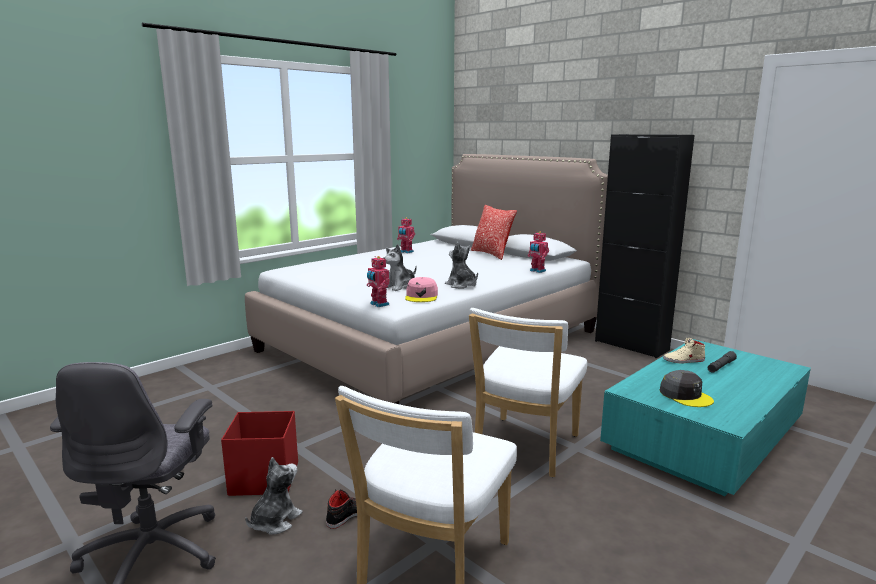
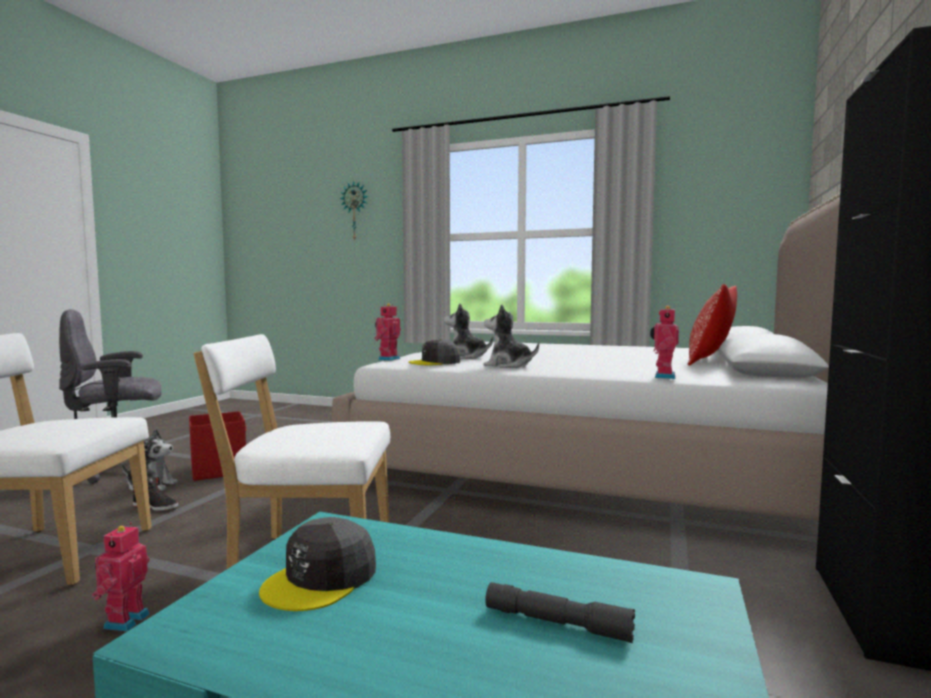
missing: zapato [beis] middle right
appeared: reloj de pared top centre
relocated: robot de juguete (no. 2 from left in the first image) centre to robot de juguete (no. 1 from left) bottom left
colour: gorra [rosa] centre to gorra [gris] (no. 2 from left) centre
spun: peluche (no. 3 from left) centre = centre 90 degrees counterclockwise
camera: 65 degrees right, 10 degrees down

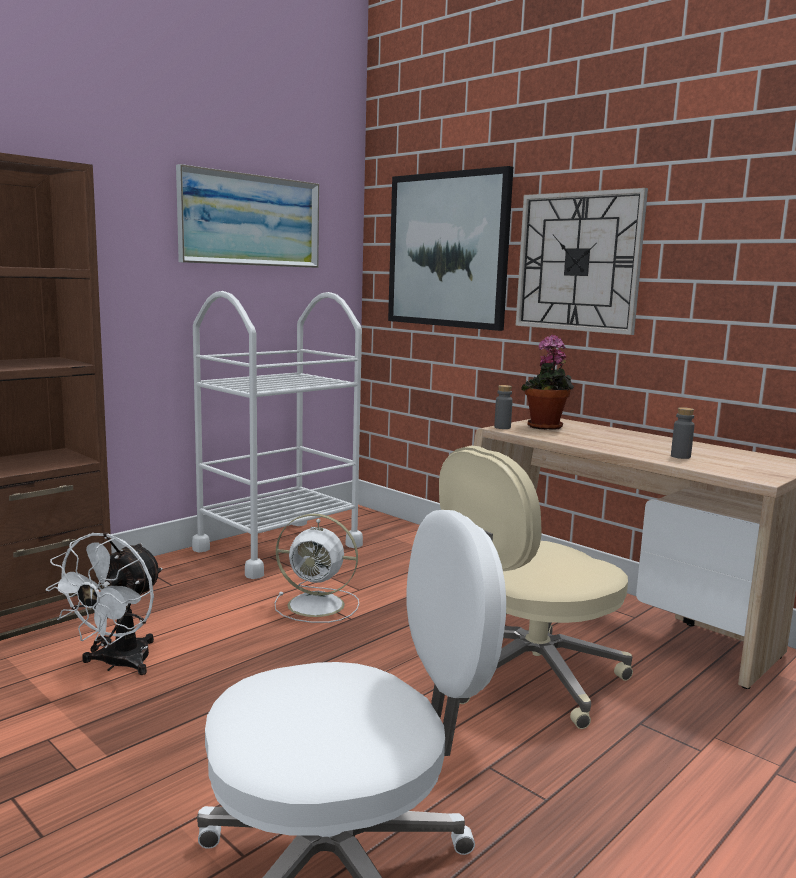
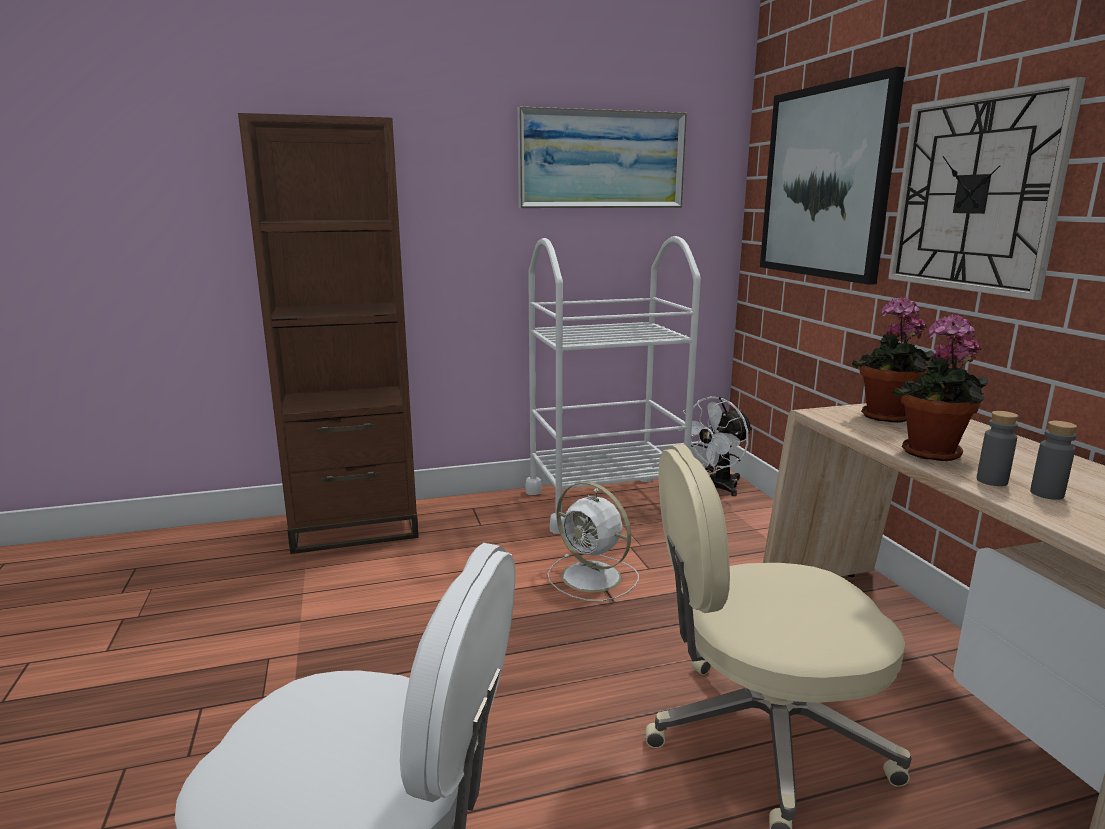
appeared: planta en maceta (no. 2 from left) middle right
relocated: botella [gris] (no. 1 from left) centre to middle right; ventilador [blanco] (no. 1 from left in the first image) bottom left to ventilador [blanco] (no. 2 from left) centre
camera: 30 degrees right, 5 degrees up

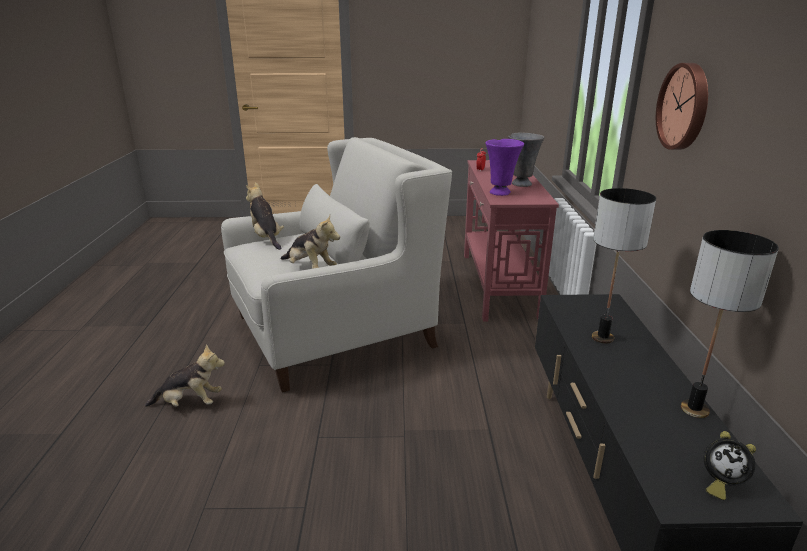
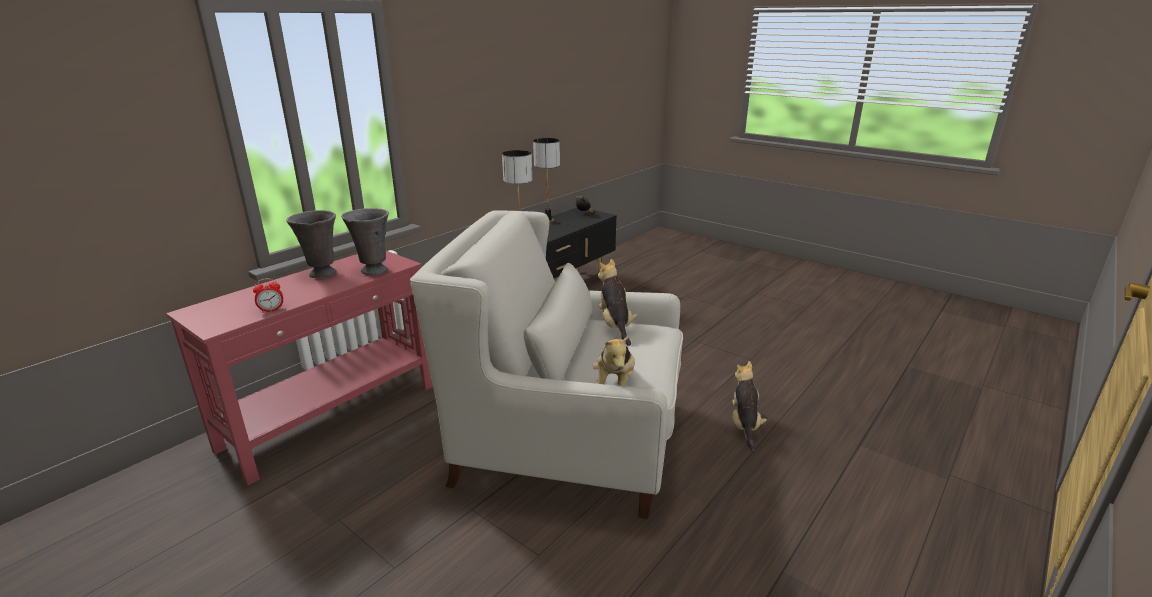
missing: reloj de pared top right
colour: florero [morado] top centre to florero [gris] (no. 2 from left) middle left
spun: peluche (no. 1 from left in the first image) bottom left = bottom centre 60 degrees clockwise
camera: 140 degrees left, 0 degrees up

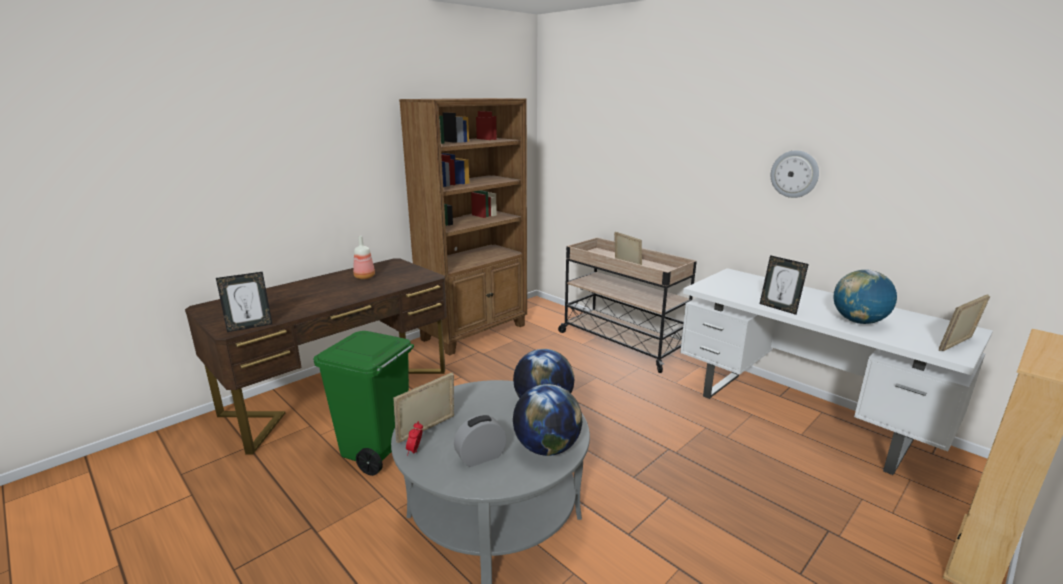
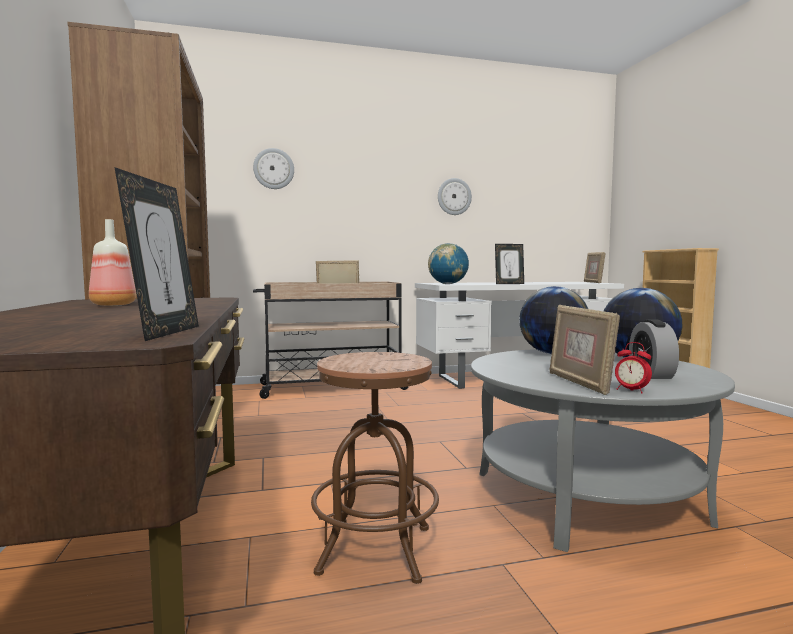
appeared: reloj de pared (no. 1 from left) top centre
relocated: globo terráqueo (no. 3 from left in the first image) middle right to globo terráqueo (no. 1 from left) centre
exchanged: papelera [verde] bottom centre to taburete [marrón] bottom centre
camera: 60 degrees left, 15 degrees down

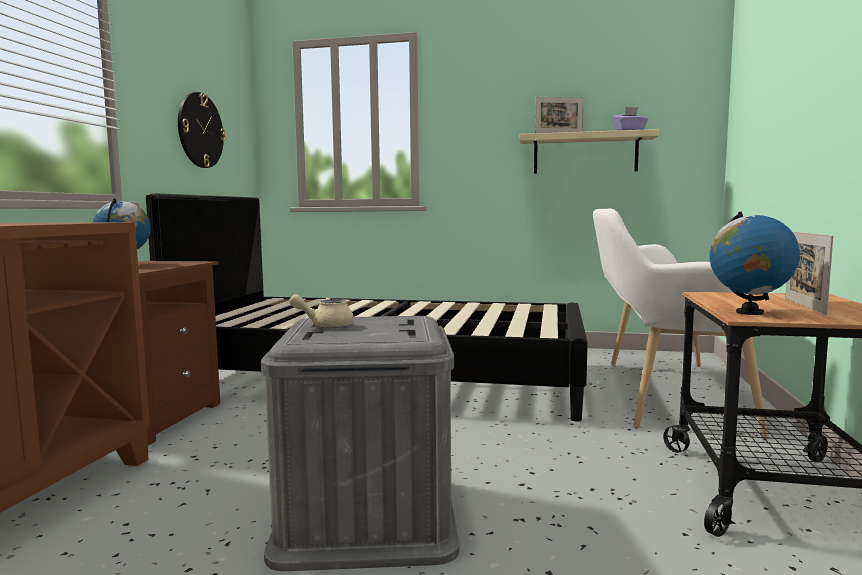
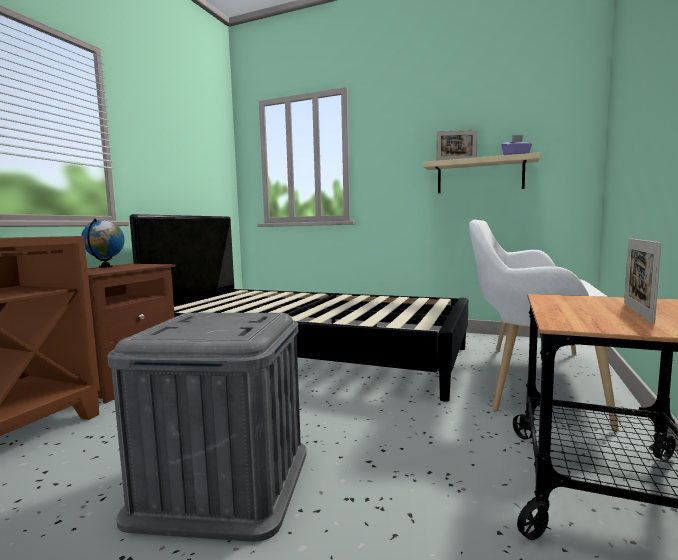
missing: reloj de pared top left; globo terráqueo (no. 2 from left) middle right; tetera [beis] centre
camera: 10 degrees right, 0 degrees up

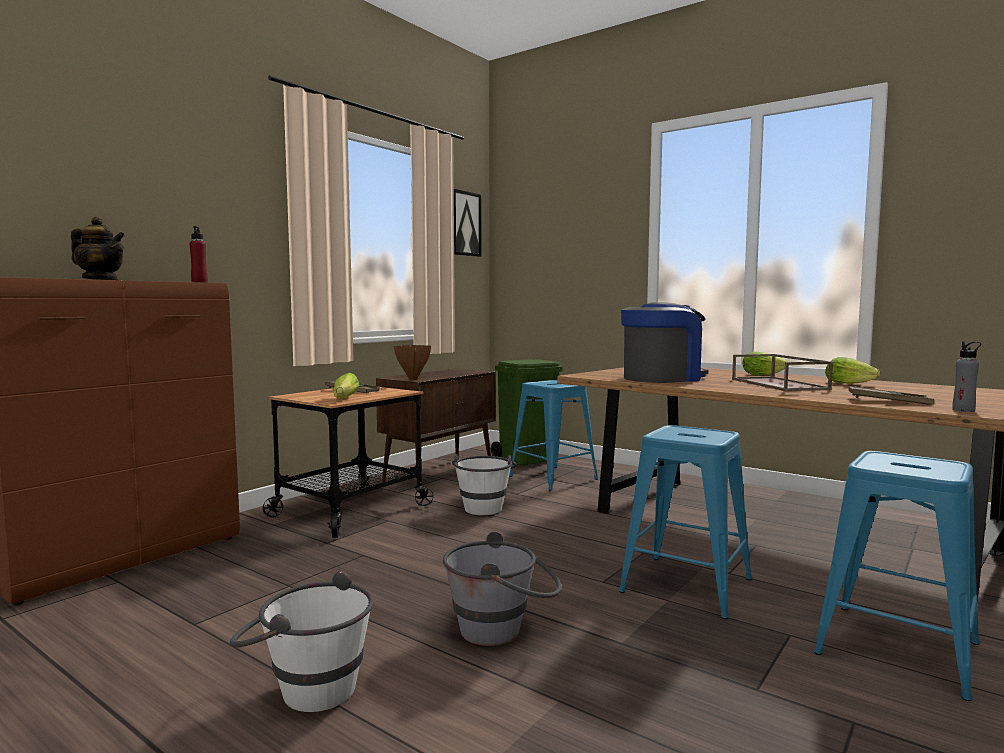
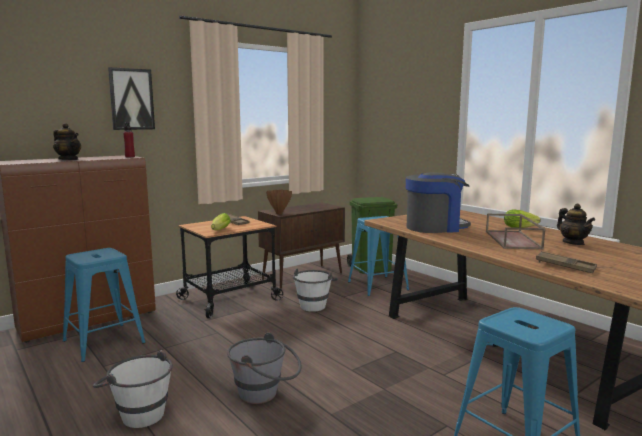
missing: botella [gris] middle right
relocated: cuadro top centre to top left; taburete [azul] (no. 2 from left in the first image) bottom right to taburete [azul] (no. 1 from left) bottom left
exchanged: lechuga (no. 3 from left) middle right to tetera (no. 2 from left) middle right
camera: 15 degrees right, 5 degrees up

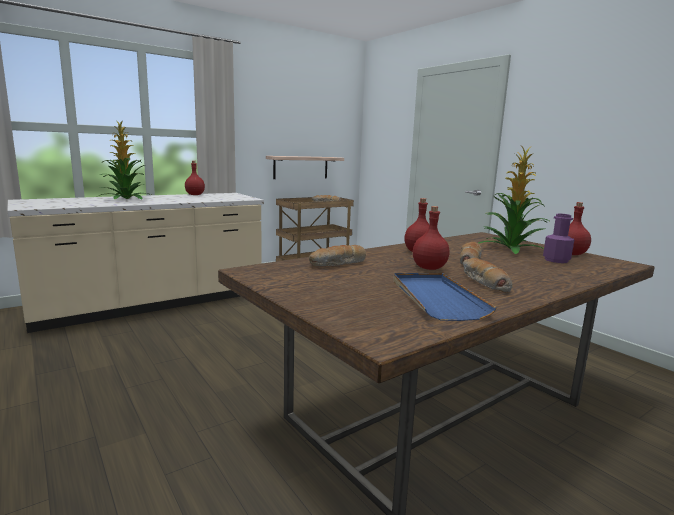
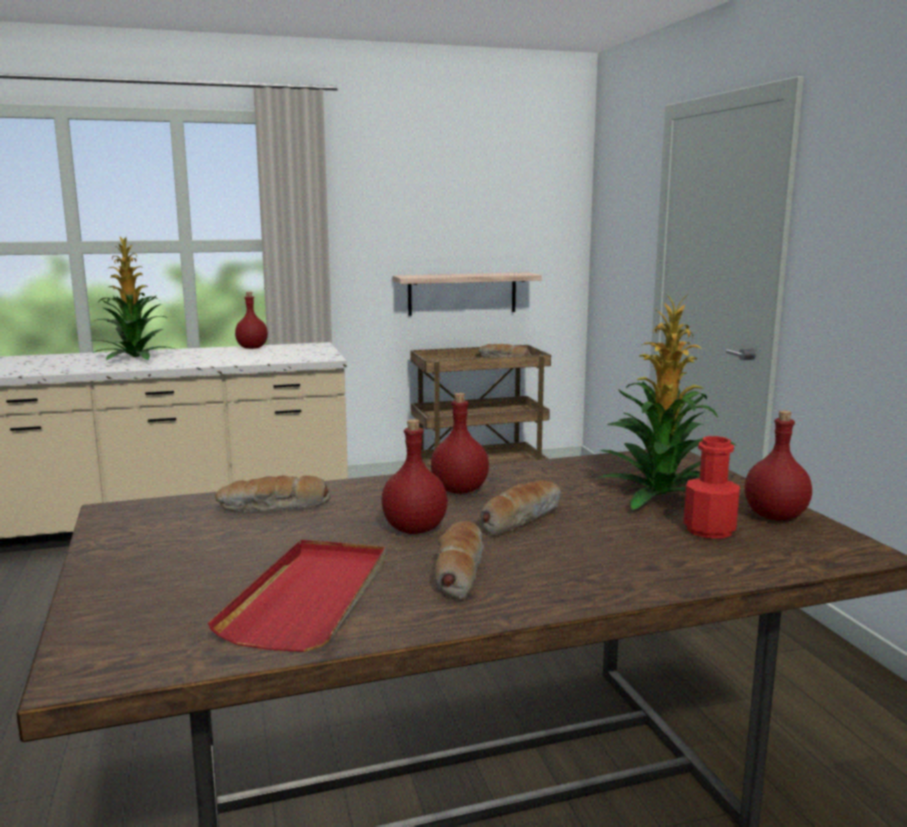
colour: botella [morado] middle right to botella [rojo] (no. 4 from left) middle right; bandeja [azul] centre to bandeja [rojo] bottom left
camera: 20 degrees right, 0 degrees up

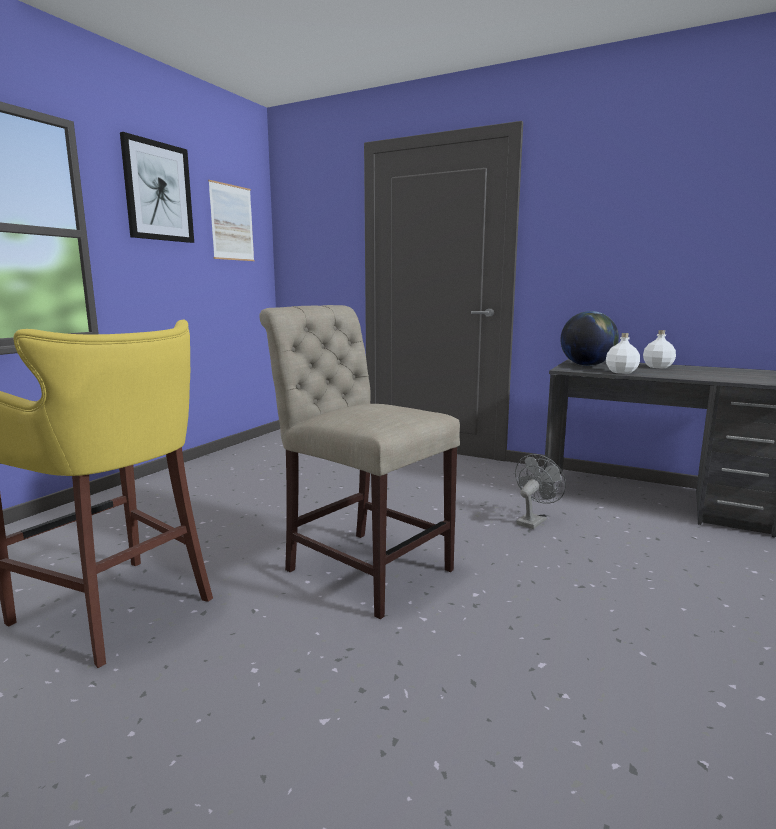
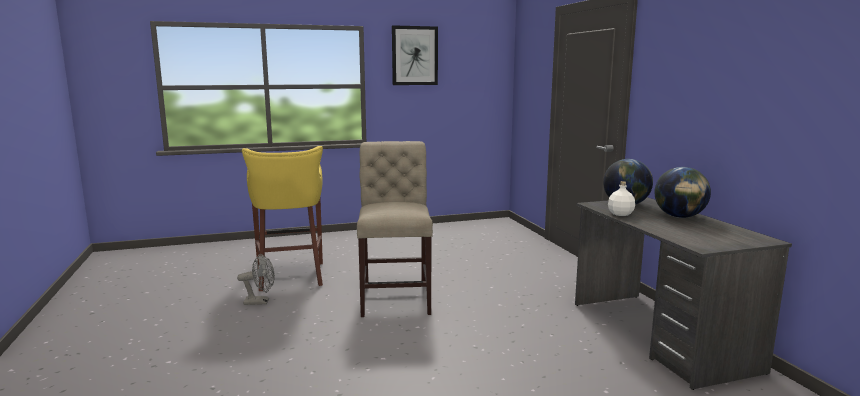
missing: cuadro (no. 2 from left) top left
relocated: ventilador [gris] middle right to bottom left
exchanged: botella [blanco] (no. 2 from left) middle right to globo terráqueo (no. 2 from left) middle right
camera: 45 degrees right, 0 degrees up

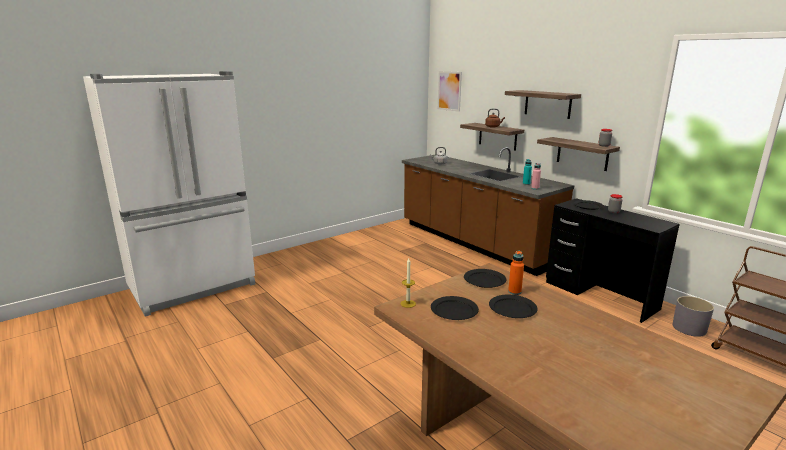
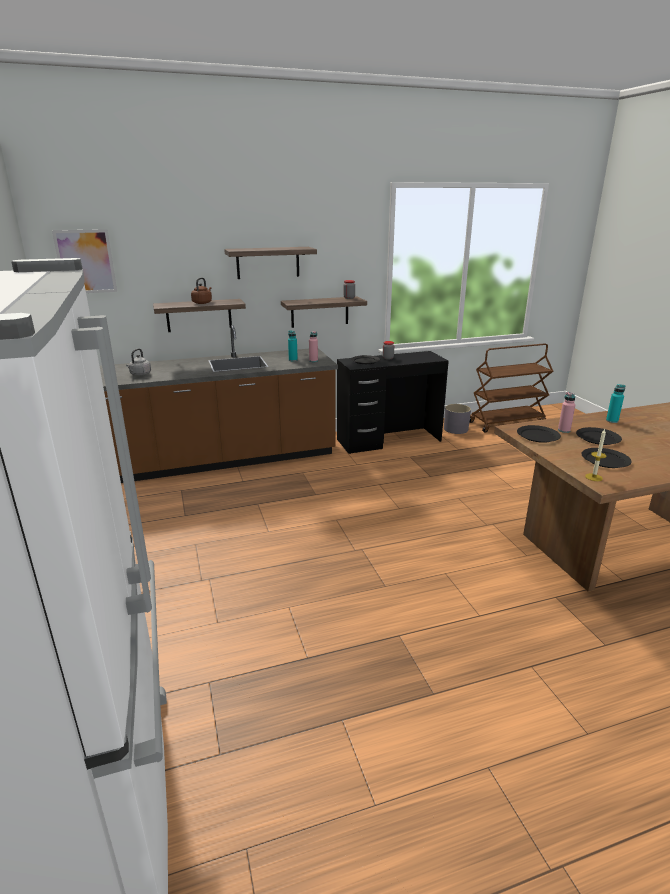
appeared: botella [turquesa] (no. 2 from left) middle right
colour: botella [naranja] centre to botella [rosa] (no. 2 from left) middle right
camera: 70 degrees left, 5 degrees up

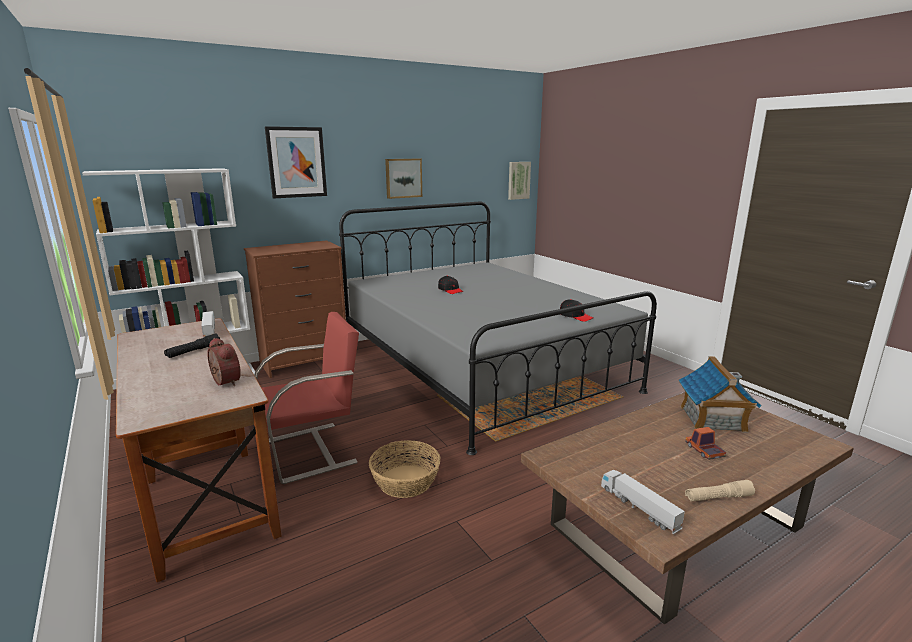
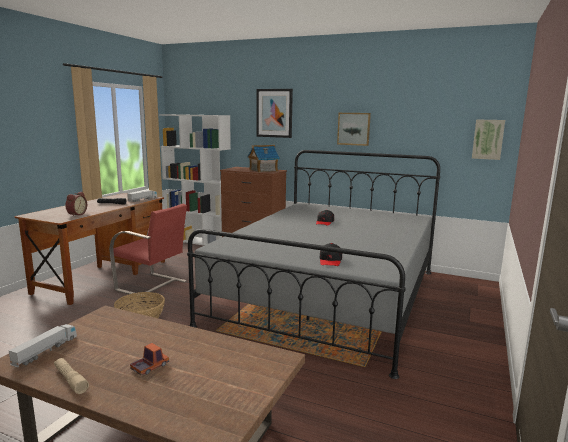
relocated: casita middle right to centre
camera: 55 degrees right, 5 degrees down

